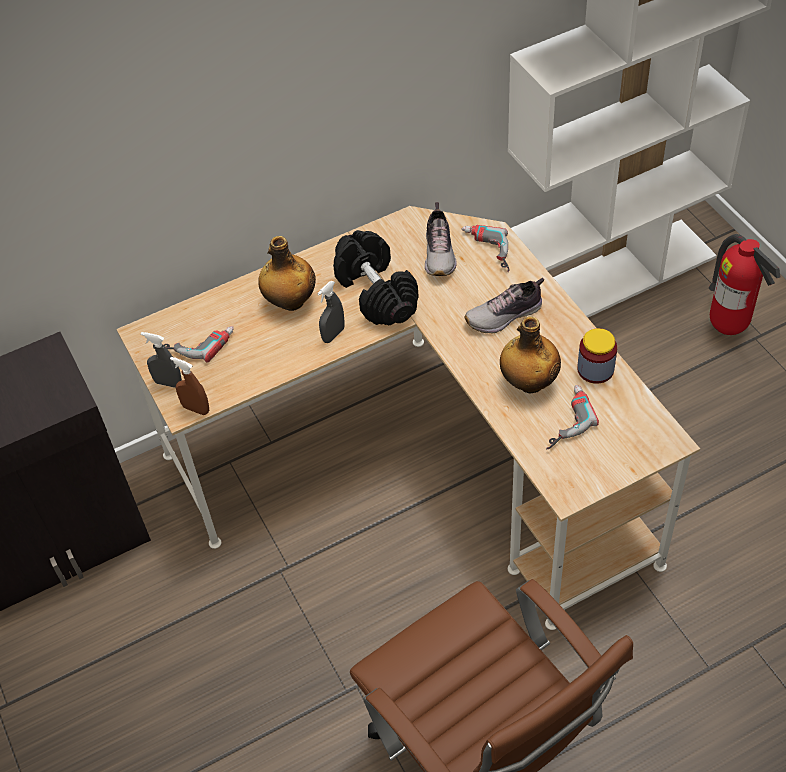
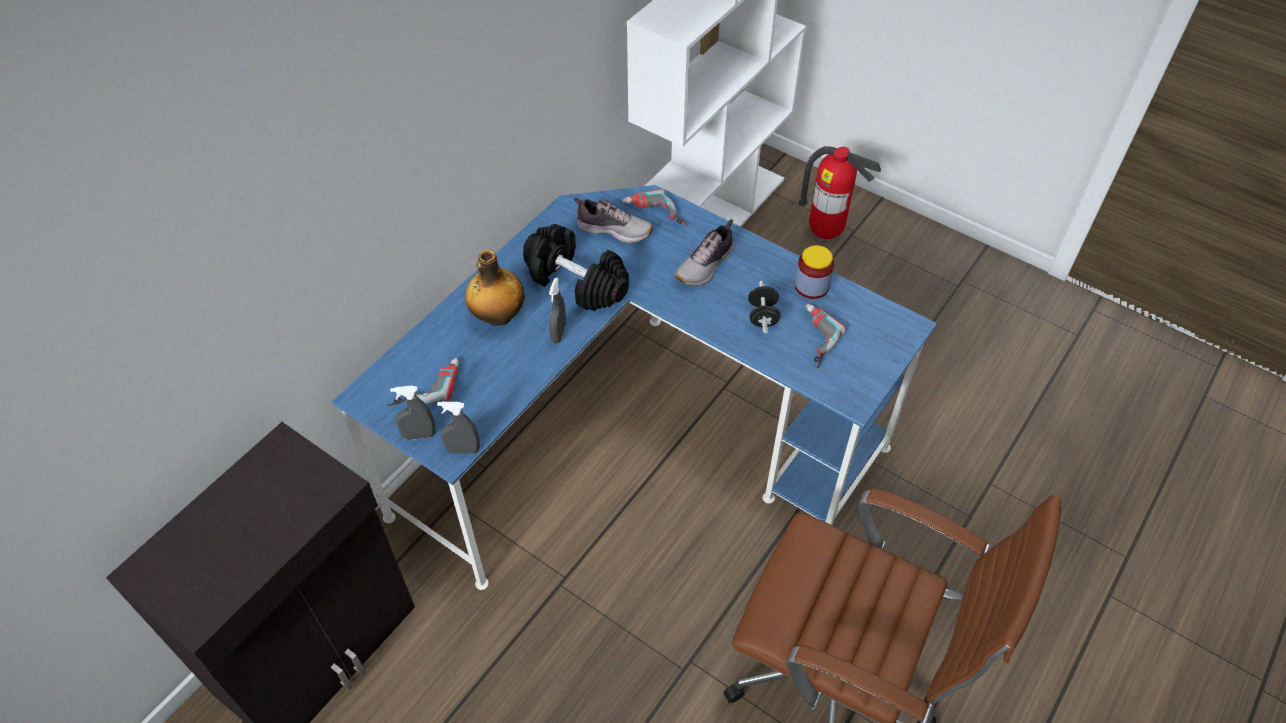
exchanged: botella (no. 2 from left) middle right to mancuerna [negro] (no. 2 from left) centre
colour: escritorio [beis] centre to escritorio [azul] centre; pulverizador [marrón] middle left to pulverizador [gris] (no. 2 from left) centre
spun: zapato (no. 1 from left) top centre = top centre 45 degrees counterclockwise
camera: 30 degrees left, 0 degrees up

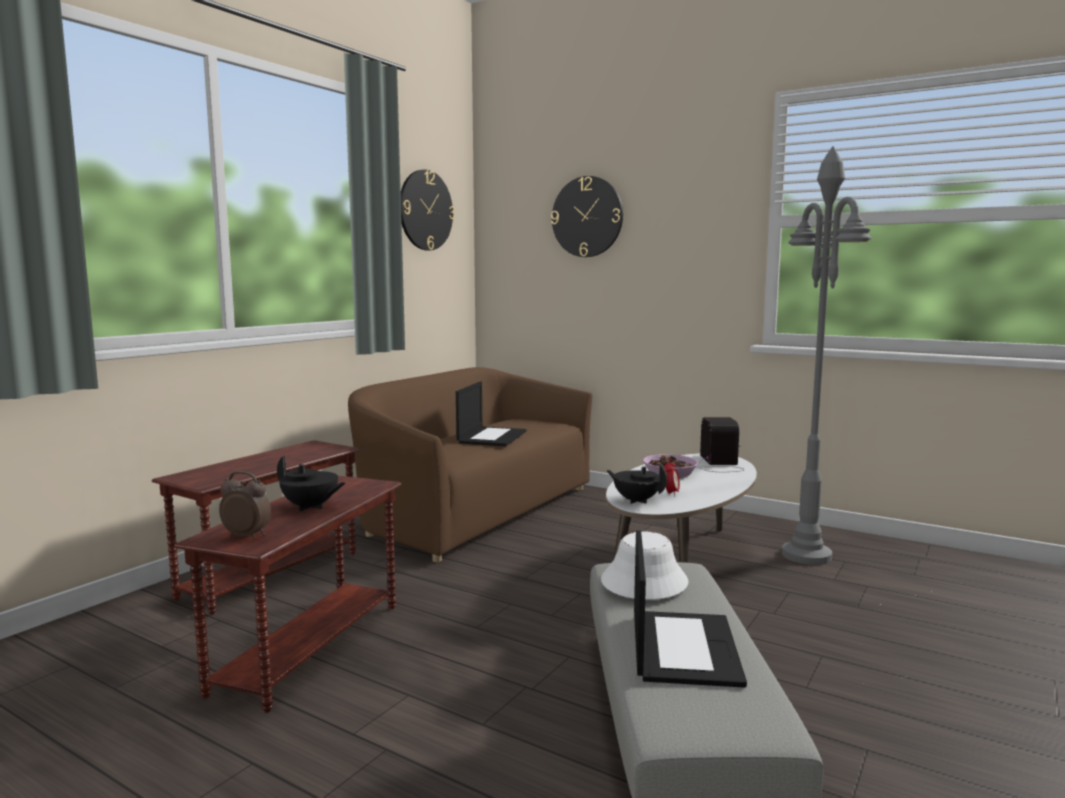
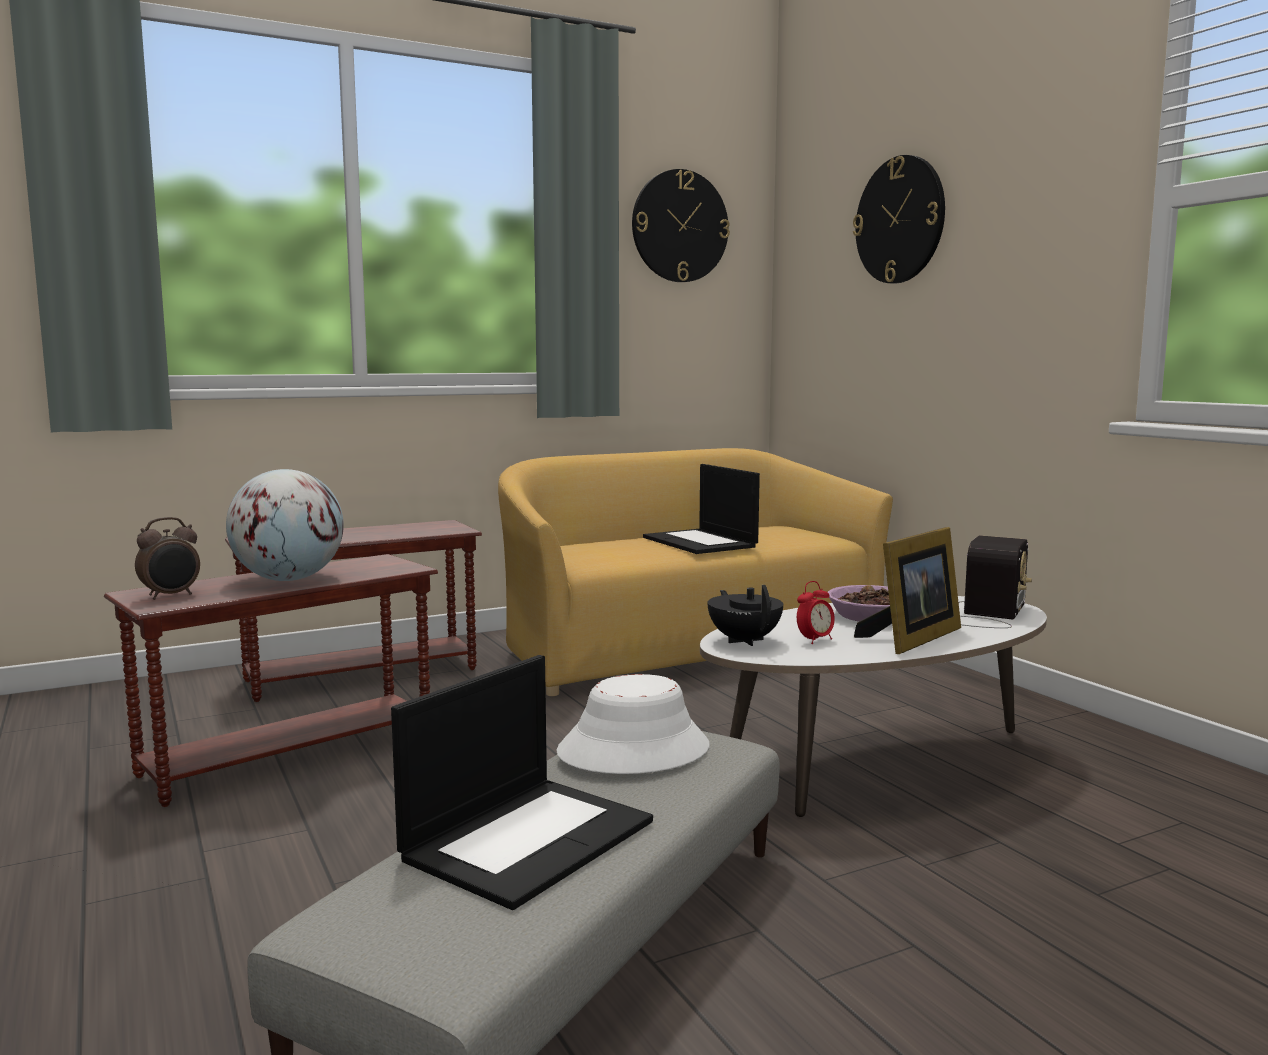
missing: lámpara de pie [gris] middle right
appeared: portarretratos middle right
exchanged: tetera [negro] (no. 1 from left) middle left to globo terráqueo middle left
colour: sofá [marrón] centre to sofá [amarillo] centre
spun: portátil (no. 1 from left in the first image) centre = centre 105 degrees clockwise; despertador (no. 1 from left) middle left = middle left 90 degrees clockwise
camera: 30 degrees right, 0 degrees up

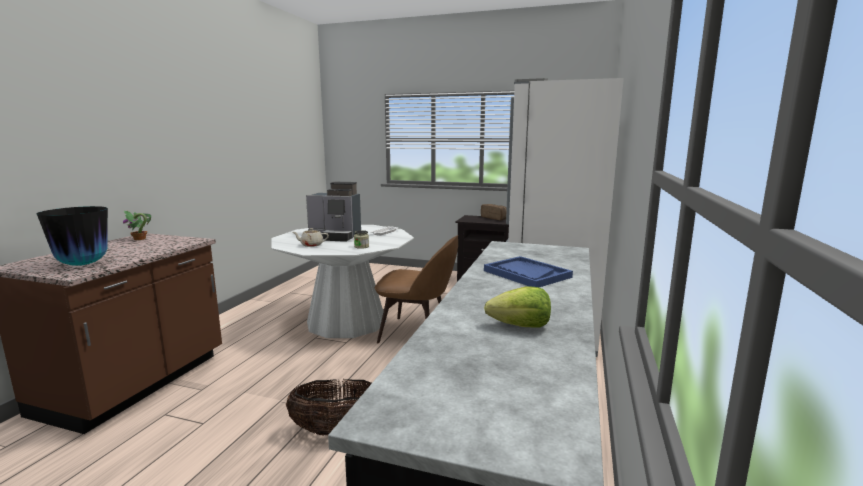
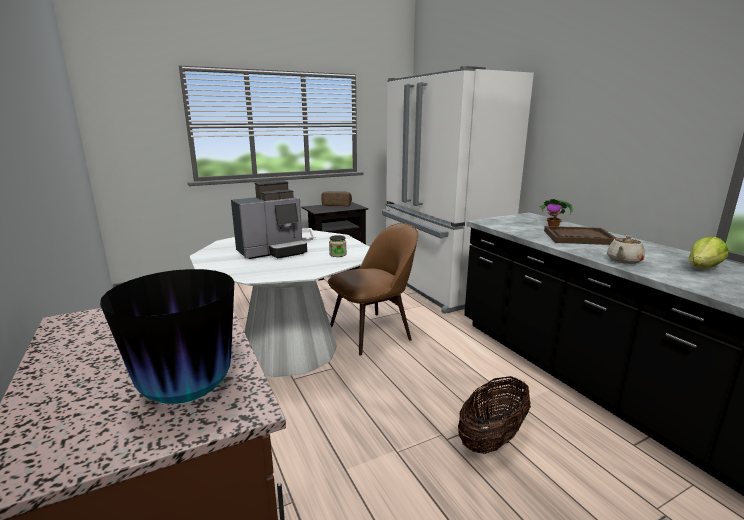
relocated: planta en maceta middle left to middle right; tetera [beis] centre to middle right
colour: bandeja [azul] centre to bandeja [marrón] middle right
camera: 45 degrees left, 5 degrees up

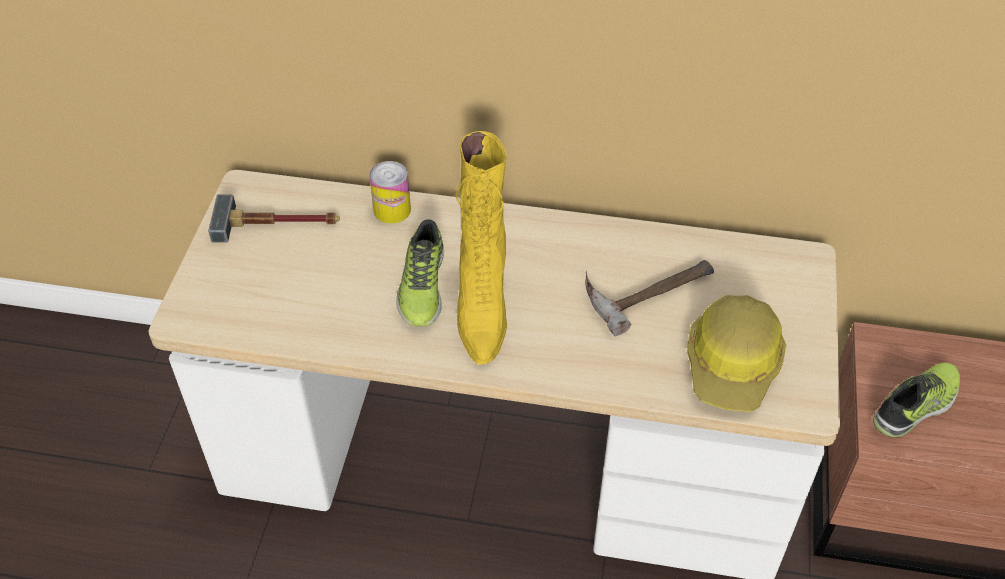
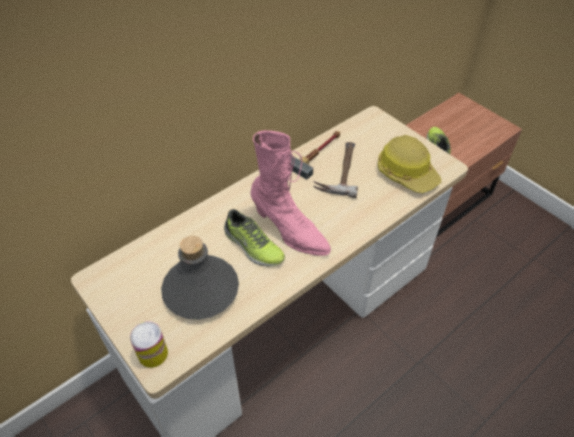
appeared: botella [gris] centre
relocated: lata top centre to bottom left; martillo (no. 1 from left) middle left to centre
colour: bota [amarillo] centre to bota [rosa] centre
camera: 50 degrees left, 0 degrees up

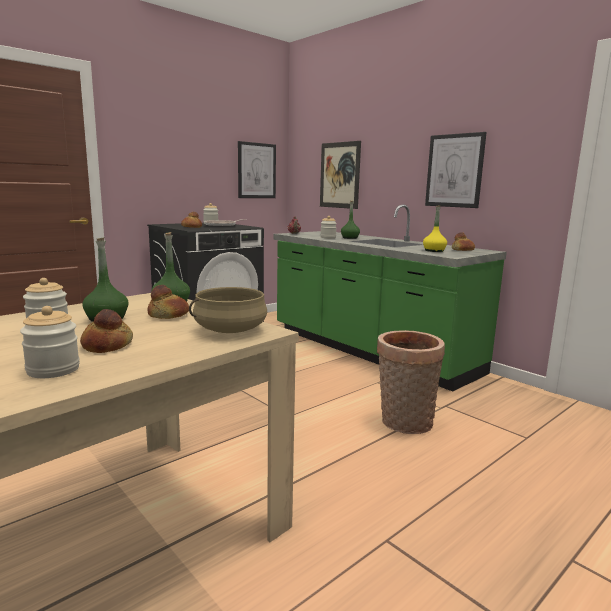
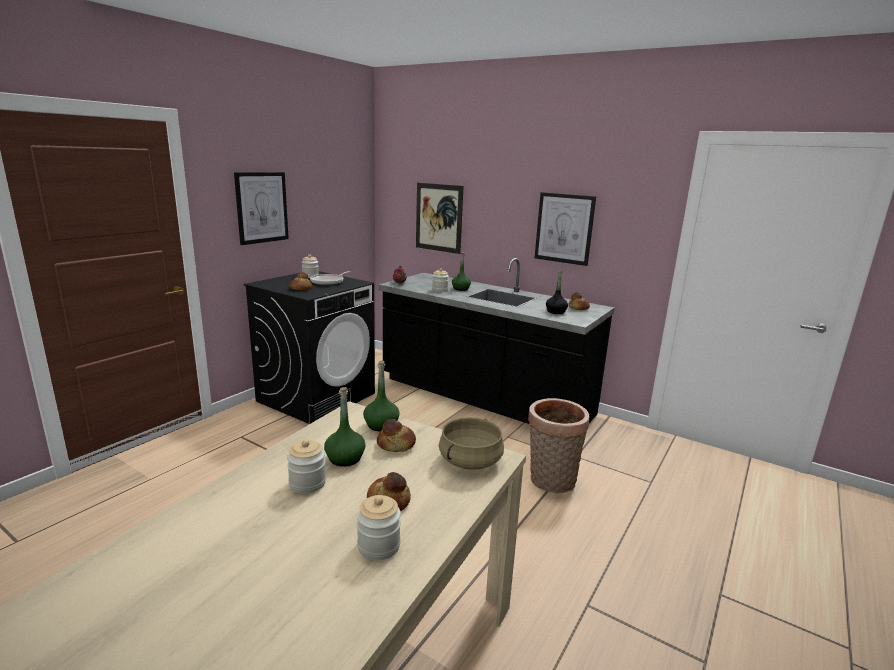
relocated: cuadro (no. 1 from left) top centre to top left
colour: mueble bajo de cocina [verde] centre to mueble bajo de cocina [negro] centre; botella [amarillo] middle right to botella [negro] centre
camera: 15 degrees left, 5 degrees up

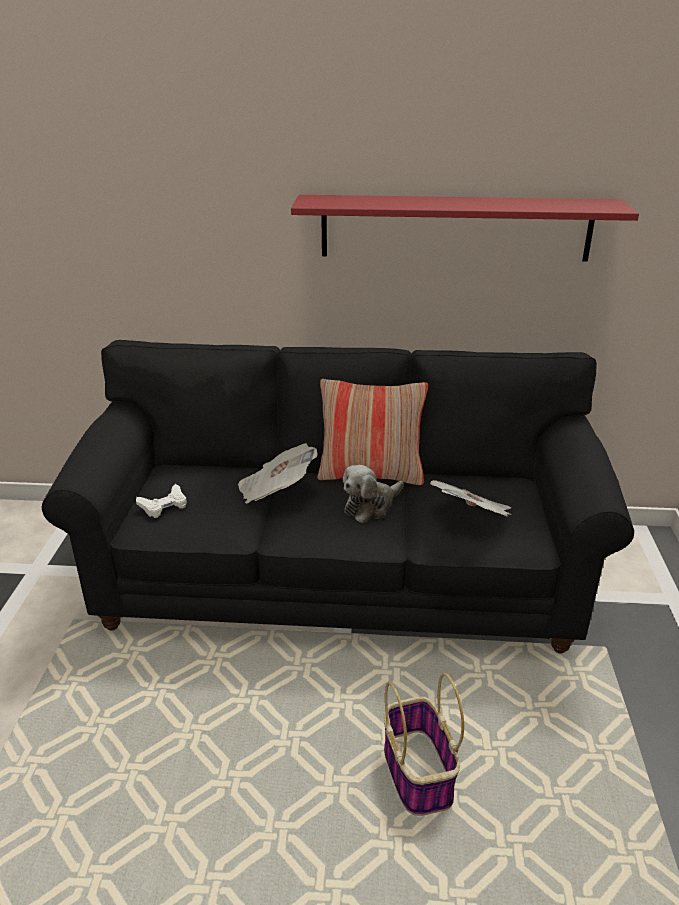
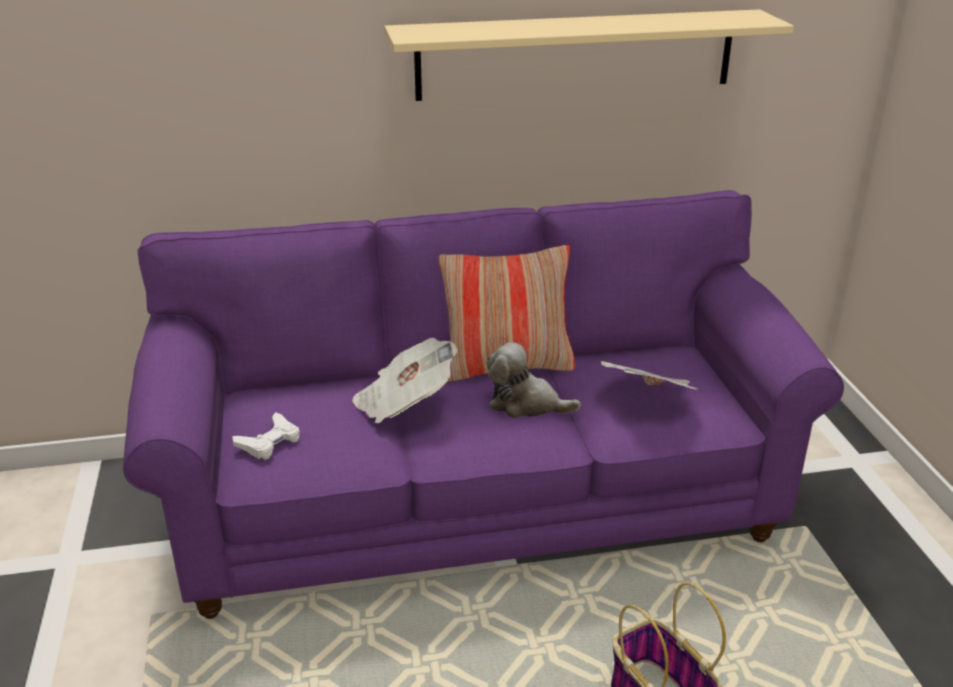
colour: estante [rojo] top right to estante [beis] top centre; sofá [negro] centre to sofá [morado] centre
spun: peluche centre = centre 75 degrees clockwise
camera: 15 degrees left, 0 degrees up

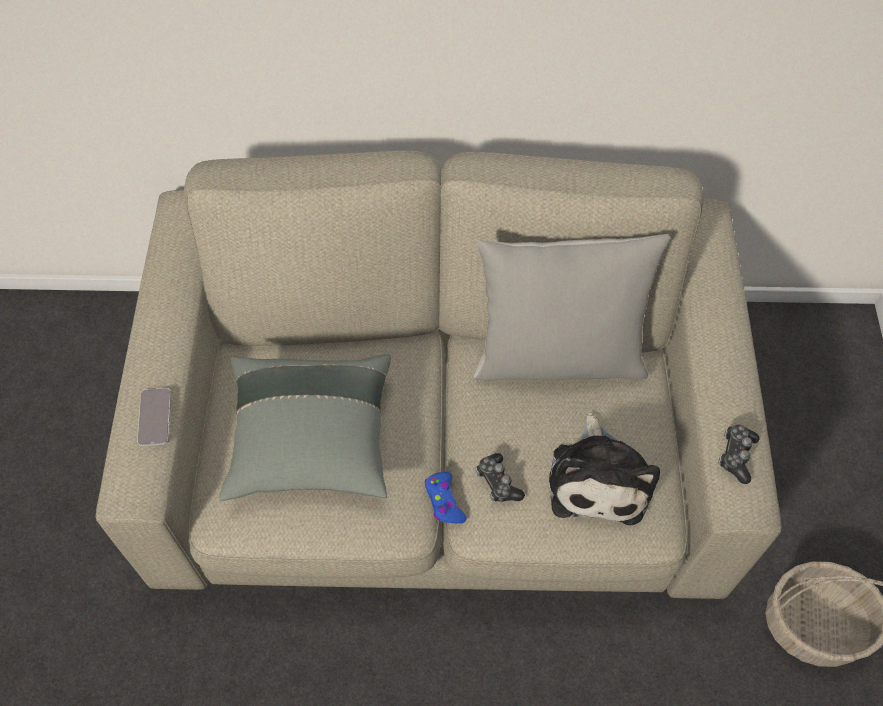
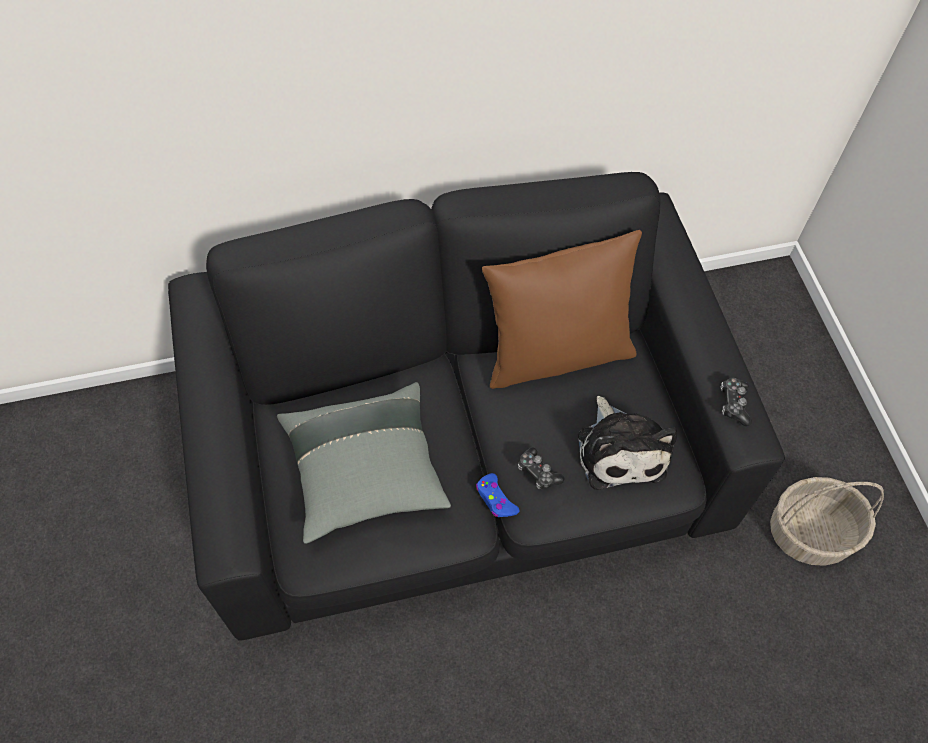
missing: móvil middle left
colour: sofá [beis] centre to sofá [negro] centre; cojín [gris] (no. 2 from left) centre to cojín [marrón] centre
camera: 15 degrees left, 0 degrees up

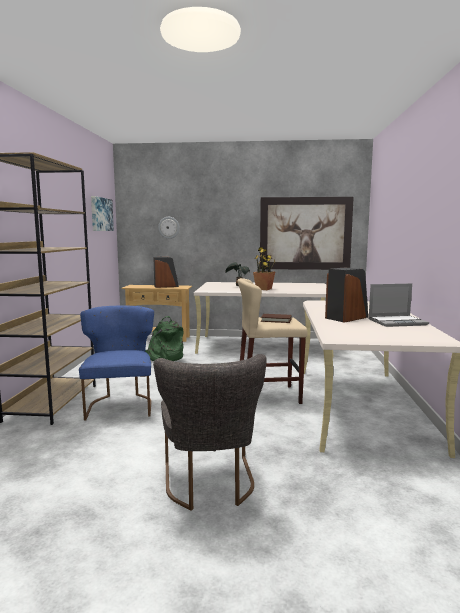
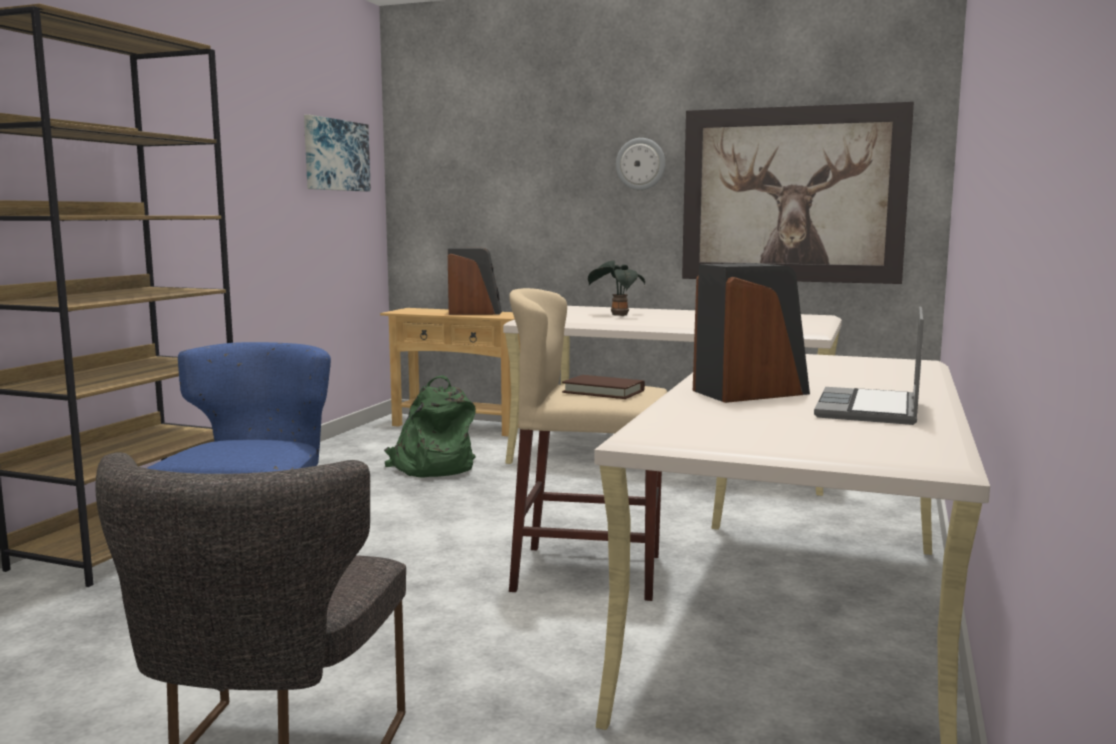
missing: planta en maceta (no. 2 from left) centre
relocated: reloj de pared centre to top centre
spun: portátil middle right = middle right 105 degrees clockwise
camera: 15 degrees right, 0 degrees up

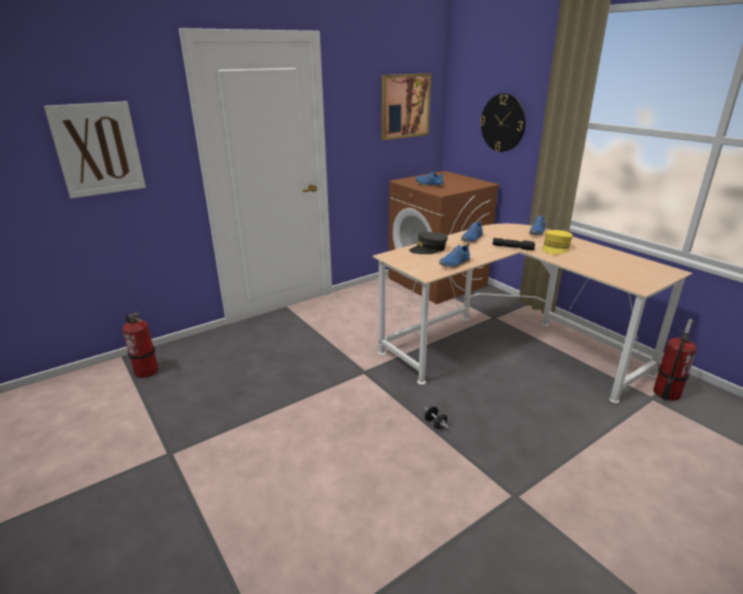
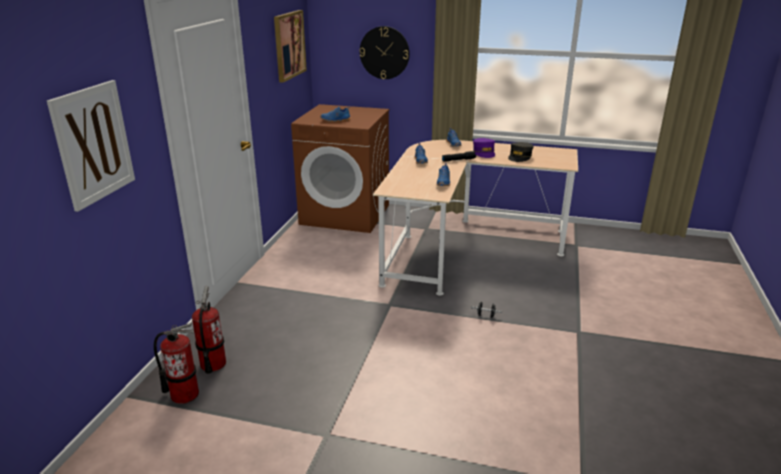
relocated: gorra [gris] centre to top centre; extintor (no. 2 from left) middle right to bottom left
colour: gorra [amarillo] middle right to gorra [morado] top centre
camera: 40 degrees left, 0 degrees up

